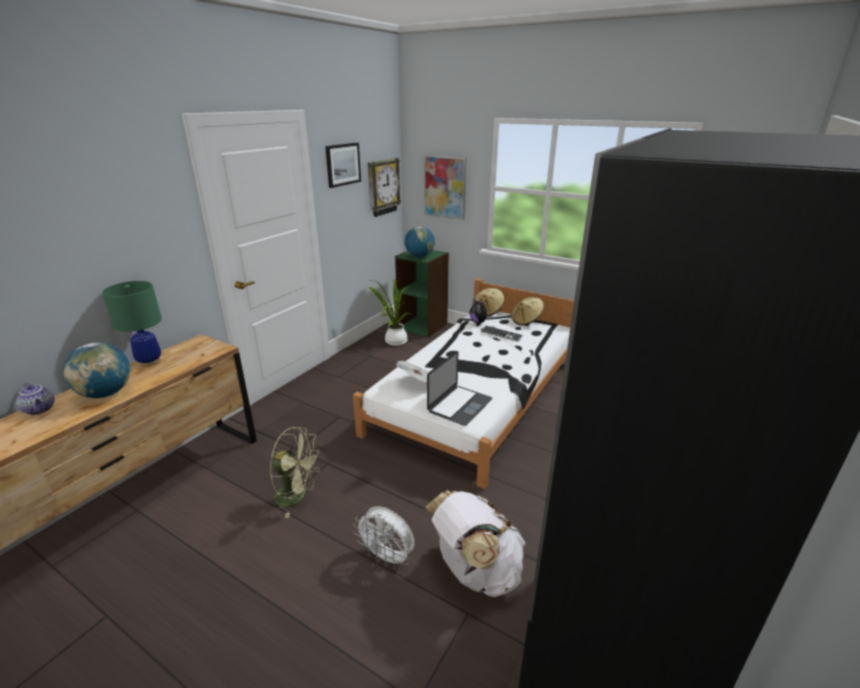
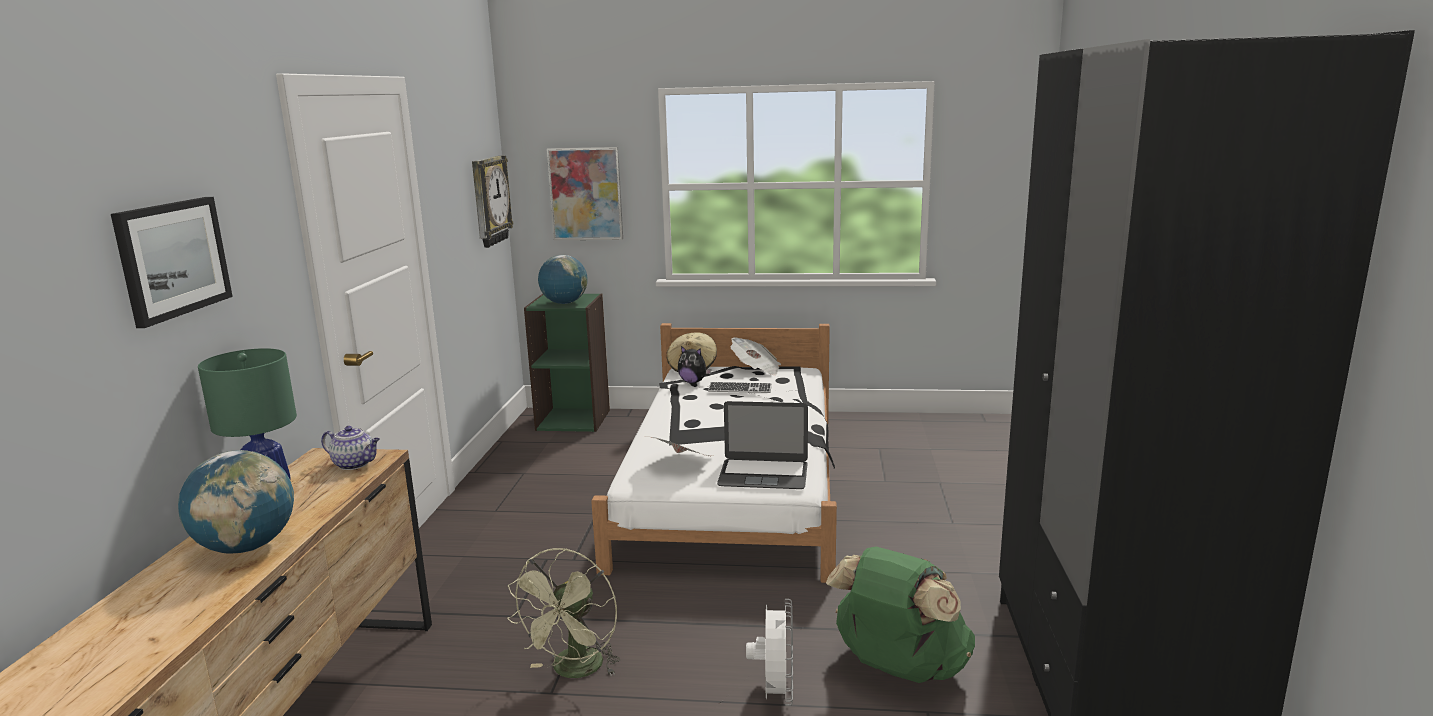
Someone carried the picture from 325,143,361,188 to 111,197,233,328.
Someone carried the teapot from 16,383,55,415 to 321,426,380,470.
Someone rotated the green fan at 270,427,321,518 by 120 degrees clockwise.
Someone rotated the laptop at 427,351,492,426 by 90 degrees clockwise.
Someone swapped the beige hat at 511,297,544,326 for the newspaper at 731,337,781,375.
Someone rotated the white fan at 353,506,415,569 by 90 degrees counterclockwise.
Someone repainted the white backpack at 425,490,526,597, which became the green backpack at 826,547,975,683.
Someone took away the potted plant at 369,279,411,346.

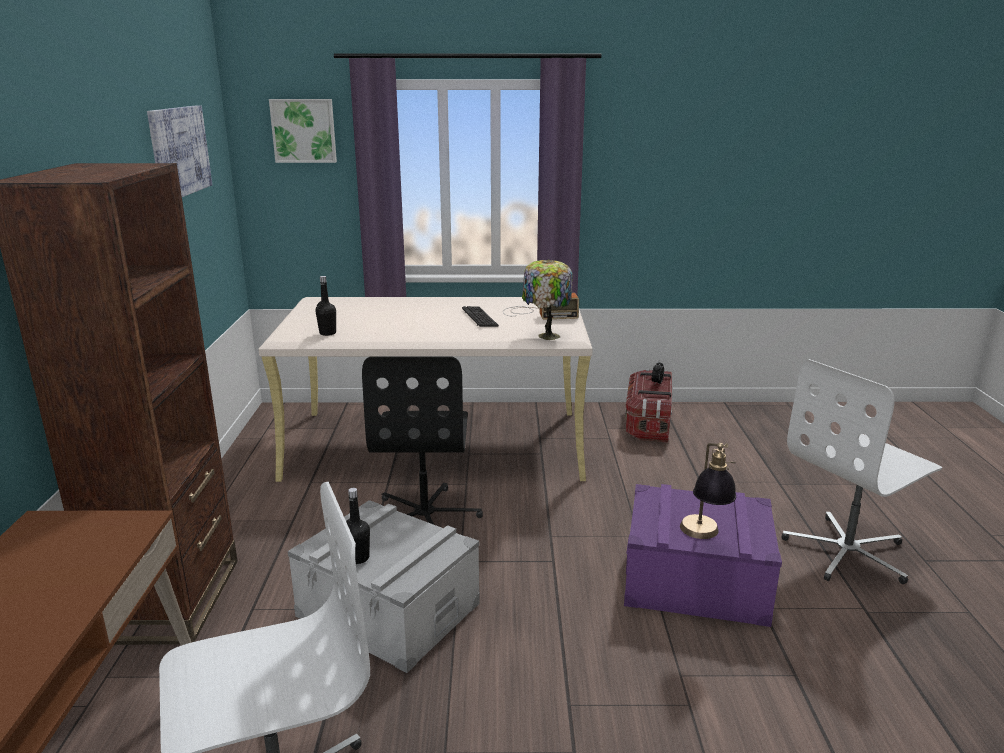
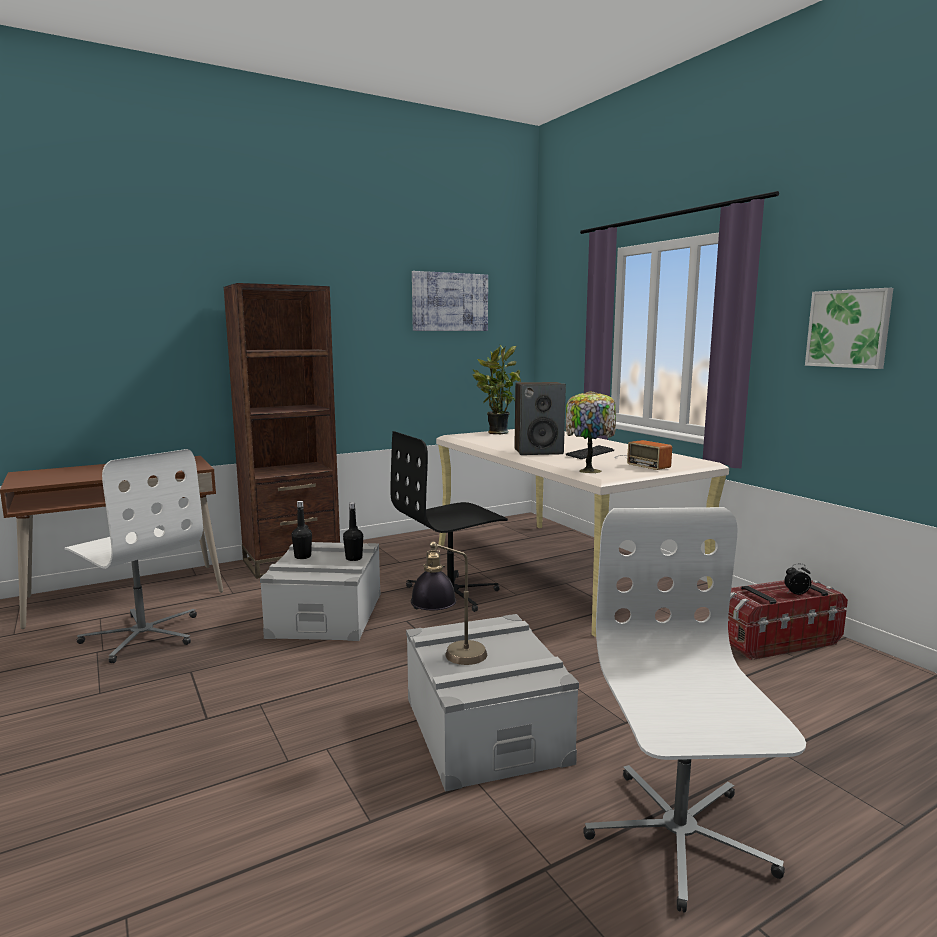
Someone carried the black bottle from 316,276,336,336 to 343,502,363,561.
Someone repainted the purple storage box at 624,484,782,627, which became the grey storage box at 406,614,579,792.
Someone put down the potted plant at 472,345,521,434.
Someone put down the speaker at 515,382,566,455.
Someone rotated the white office chair at 782,359,942,584 by 60 degrees clockwise.
Someone carried the picture from 269,99,337,163 to 805,288,893,369.

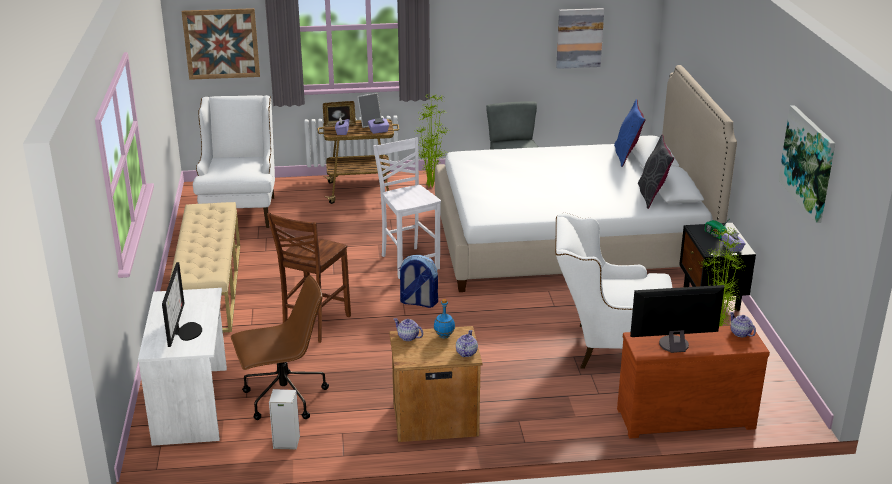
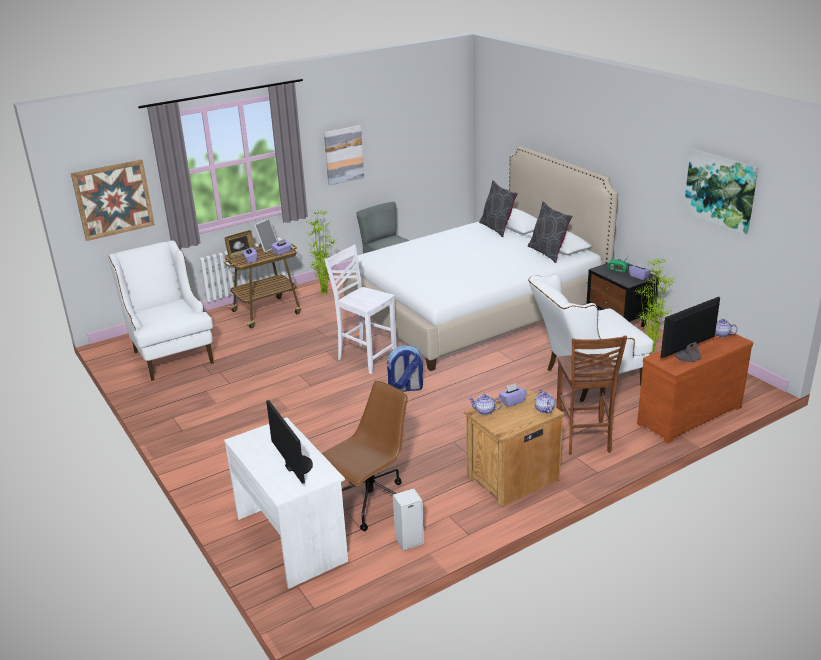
Someone carried the picture from 556,8,604,69 to 324,125,364,186.
Someone repainted the blue pillow at 614,99,646,167, which became the grey pillow at 479,180,518,237.
Someone swapped the blue bottle at 434,299,455,339 for the purple tissue box at 499,383,527,407.
Someone carried the brown chair from 267,213,351,343 to 557,336,627,455.
Someone took away the beige bench at 169,202,240,333.

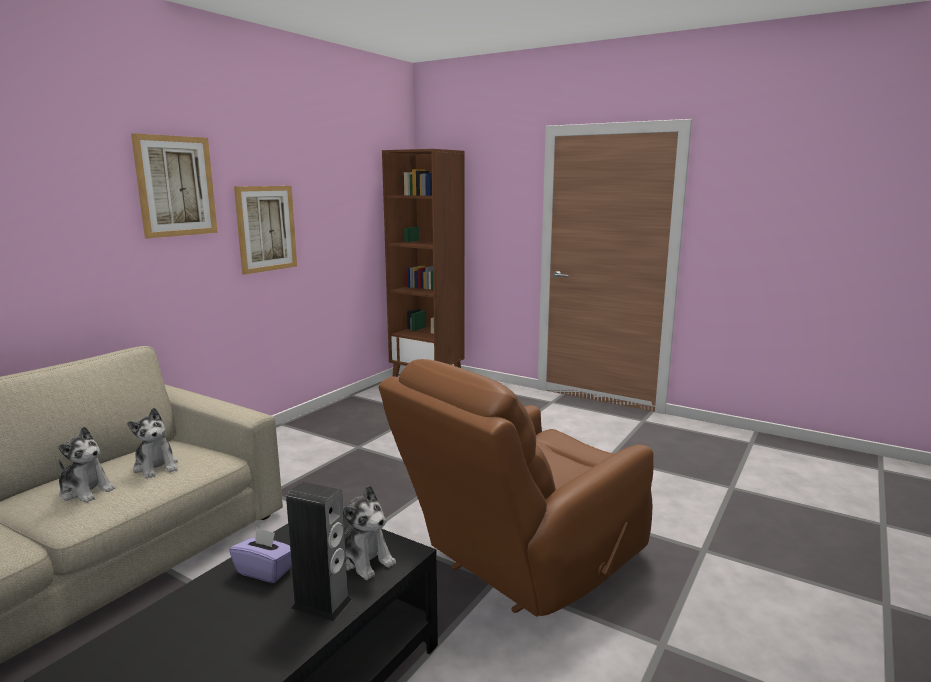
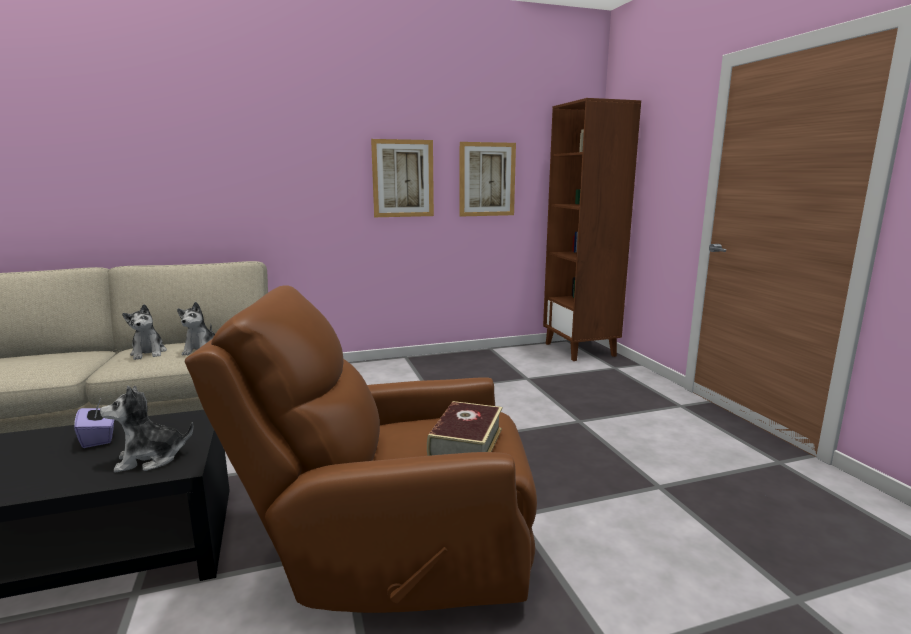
Someone rotated the plush toy at 343,485,396,580 by 75 degrees clockwise.
Someone put down the book at 427,401,502,456.
Someone carried the picture from 131,133,218,239 to 459,142,516,217.
Someone took away the speaker at 286,482,352,621.

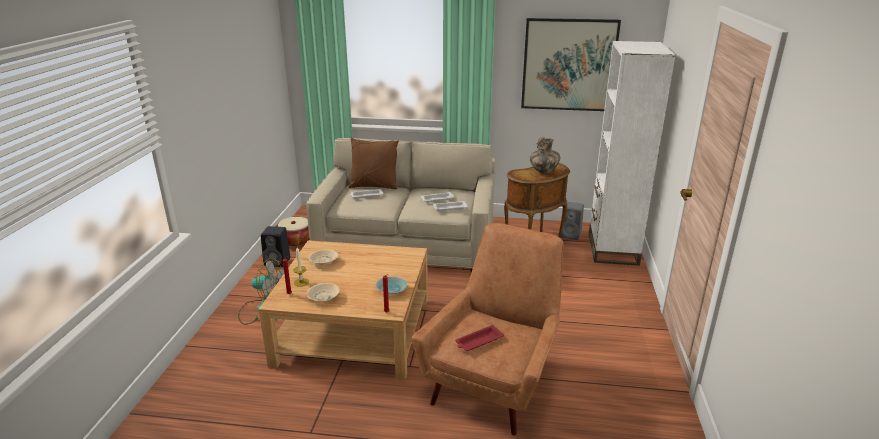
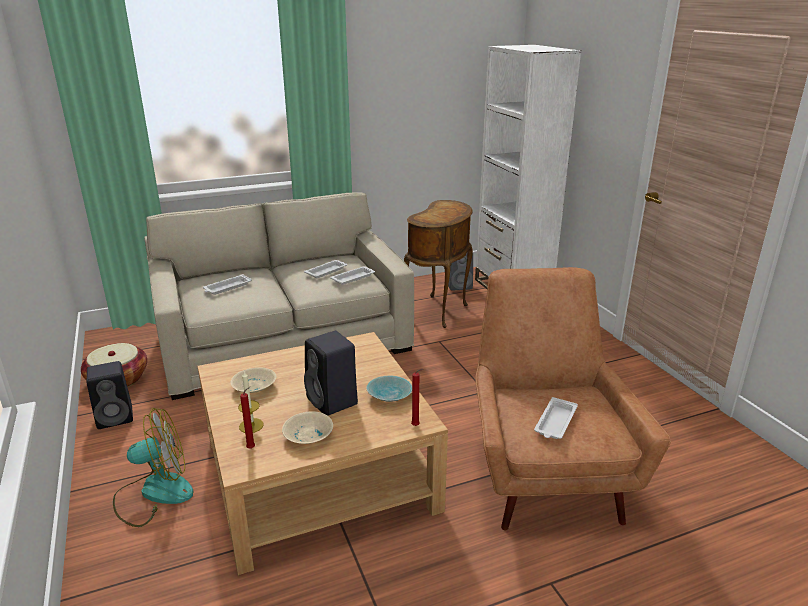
Someone put down the black speaker at 304,331,358,416.
Someone repainted the red tray at 455,325,504,351, which became the white tray at 534,397,578,439.
Someone took away the brown pillow at 348,138,399,189.
Someone took away the picture at 521,18,621,111.
Someone took away the vase at 530,137,560,174.

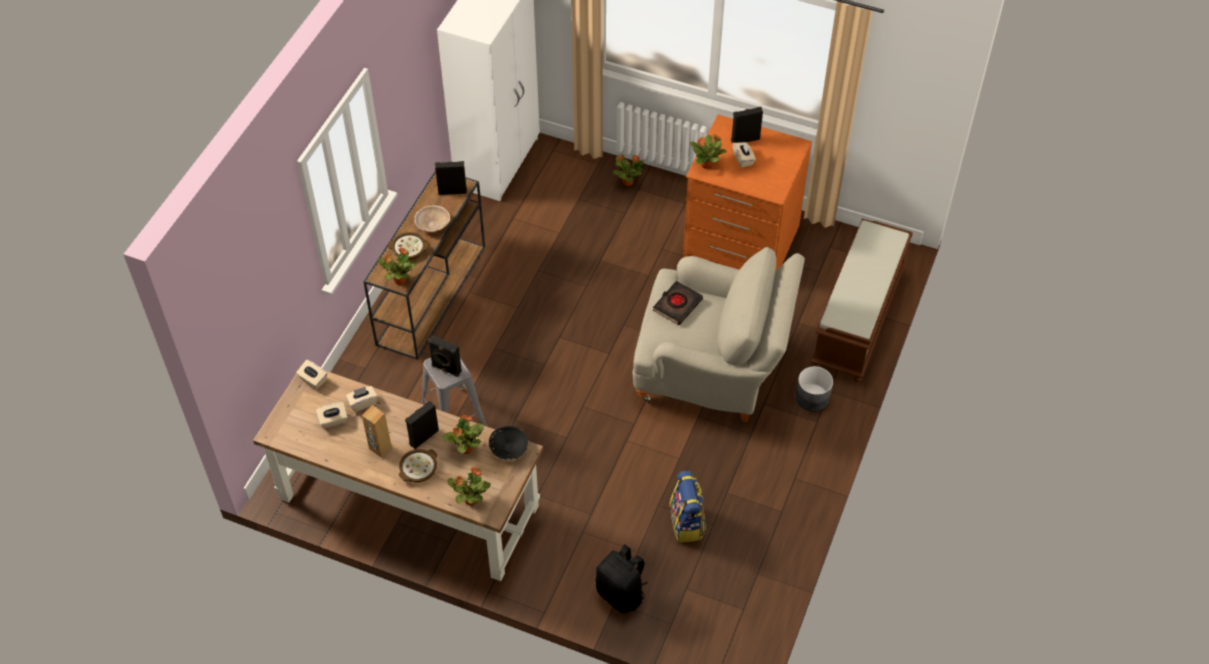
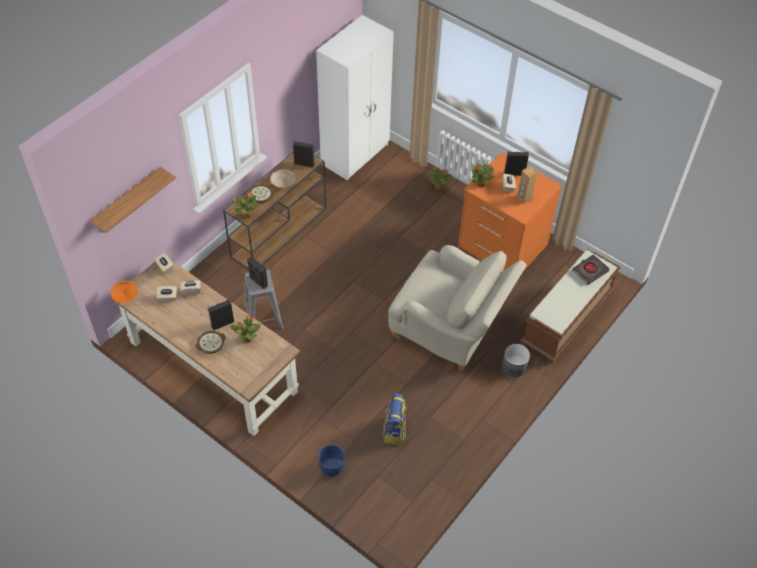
Someone put up the shelf at 90,167,176,233.
Someone put down the orange bowl at 111,281,138,303.
Someone swapped the black backpack at 596,544,648,613 for the blue planter at 318,445,345,477.
Someone carried the brown speaker from 362,405,392,458 to 517,166,537,204.
Someone carried the black book from 653,281,703,325 to 572,254,610,285.
Someone took away the potted plant at 447,467,491,506.
Someone took away the black bowl at 489,426,528,460.

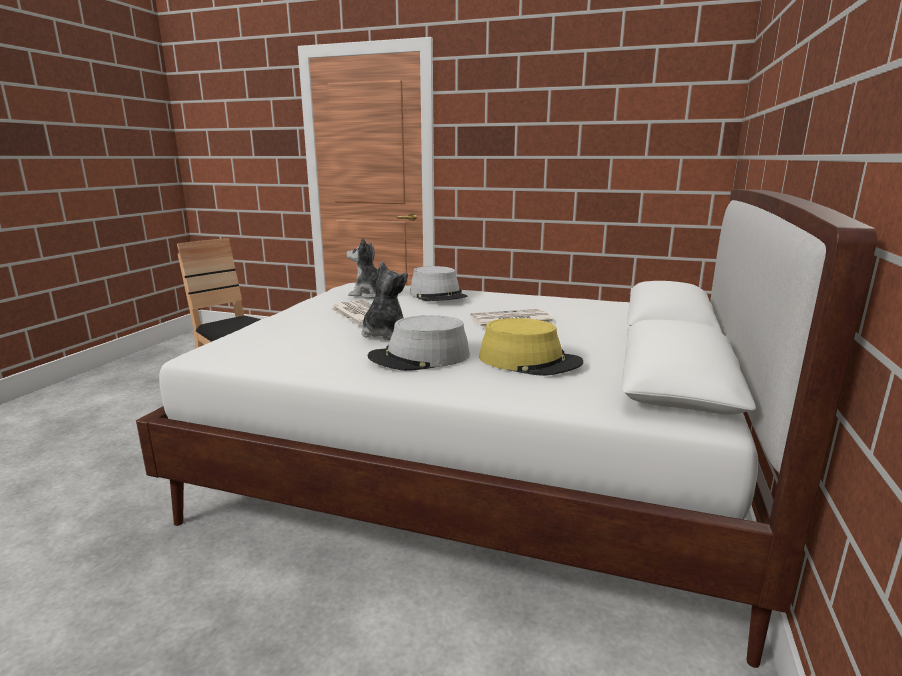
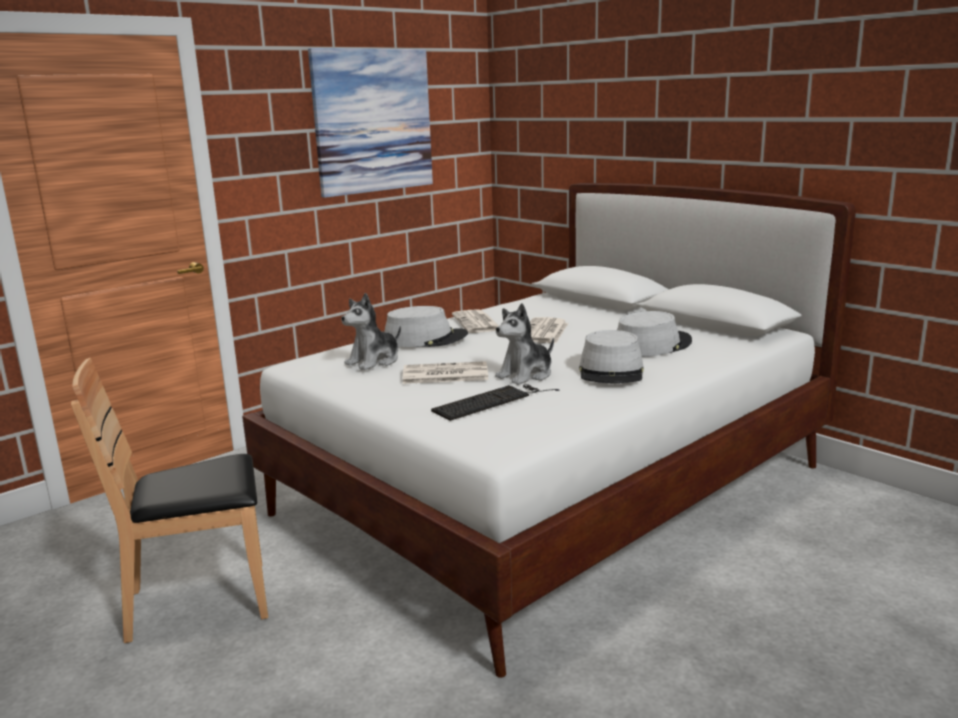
Someone put up the picture at 308,48,433,198.
Someone put down the keyboard at 431,384,559,421.
Someone put down the newspaper at 452,309,499,333.
Someone rotated the plush toy at 361,261,408,340 by 90 degrees counterclockwise.
Someone repainted the yellow hat at 479,318,584,376, which became the grey hat at 617,311,692,357.

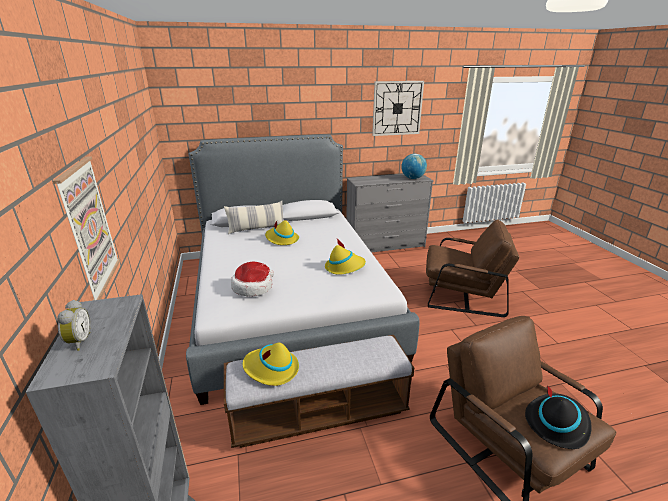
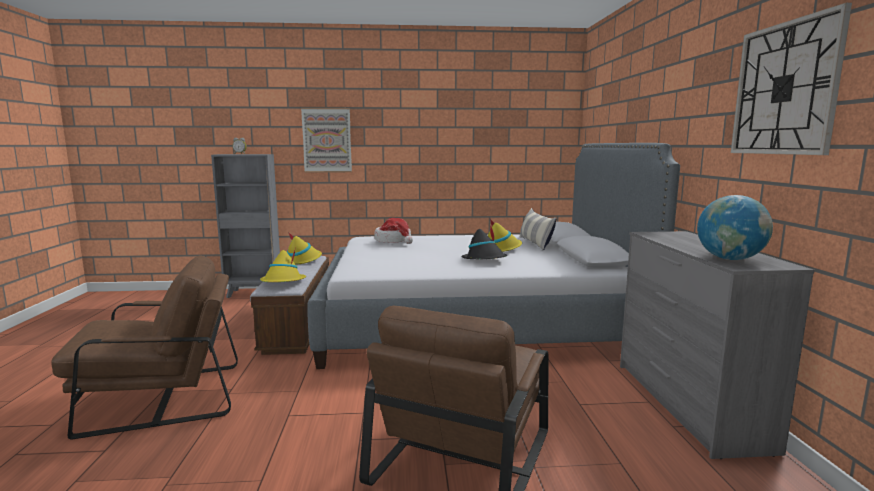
Someone carried the yellow hat from 325,239,366,275 to 260,247,306,282.
Someone carried the black hat from 525,385,592,449 to 461,224,507,259.

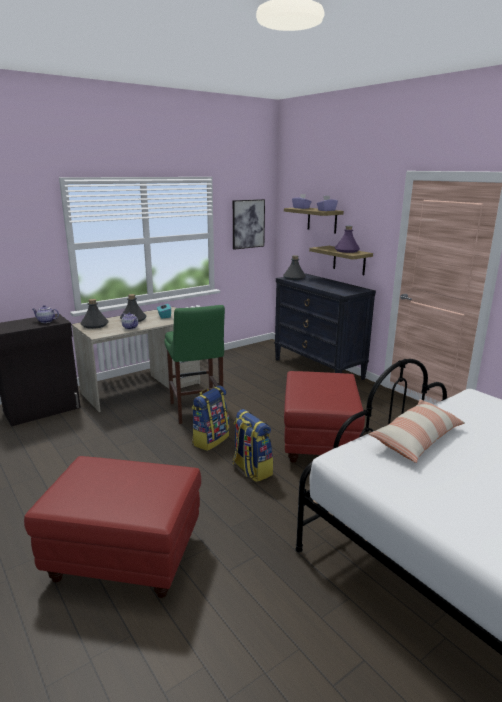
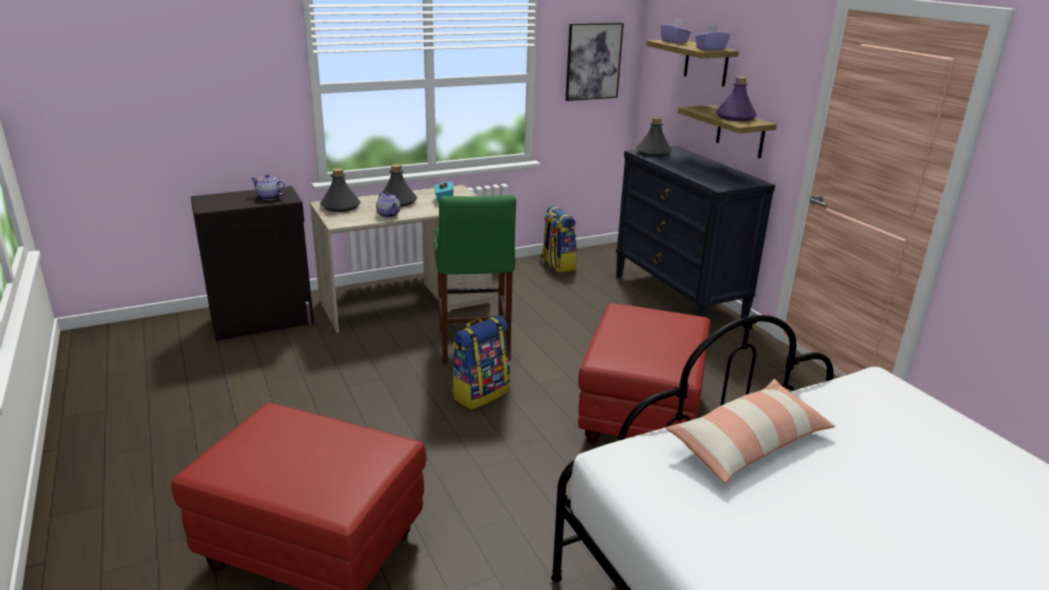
Someone carried the backpack from 232,409,273,482 to 540,206,577,272.

